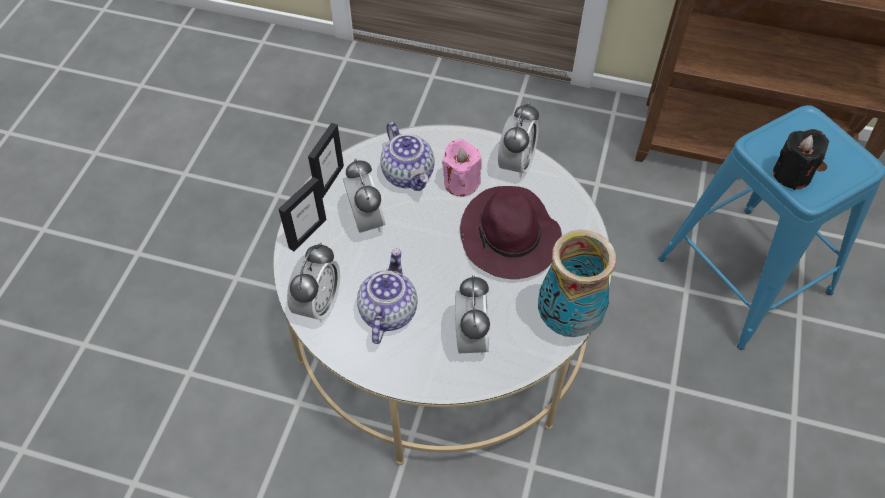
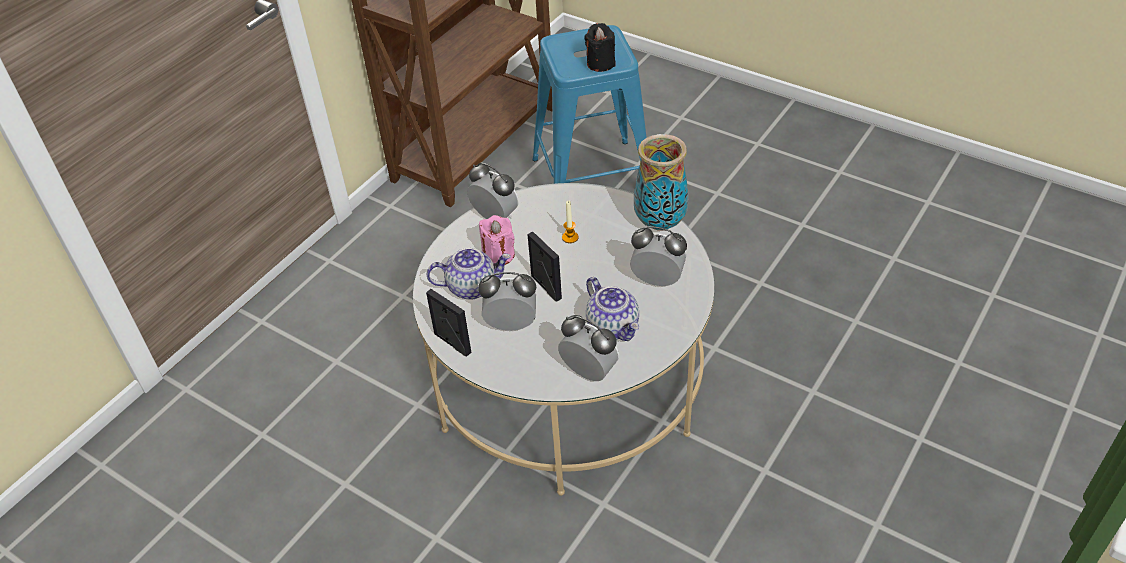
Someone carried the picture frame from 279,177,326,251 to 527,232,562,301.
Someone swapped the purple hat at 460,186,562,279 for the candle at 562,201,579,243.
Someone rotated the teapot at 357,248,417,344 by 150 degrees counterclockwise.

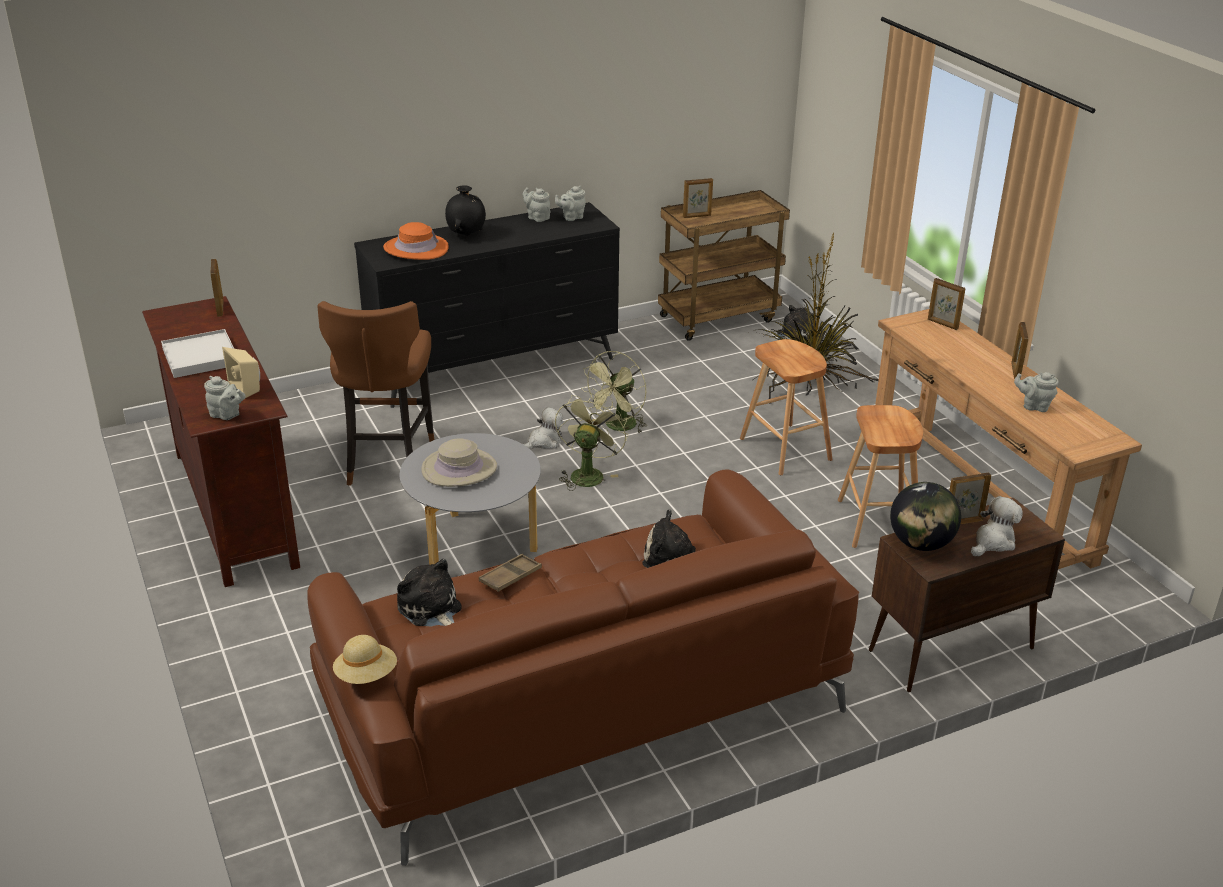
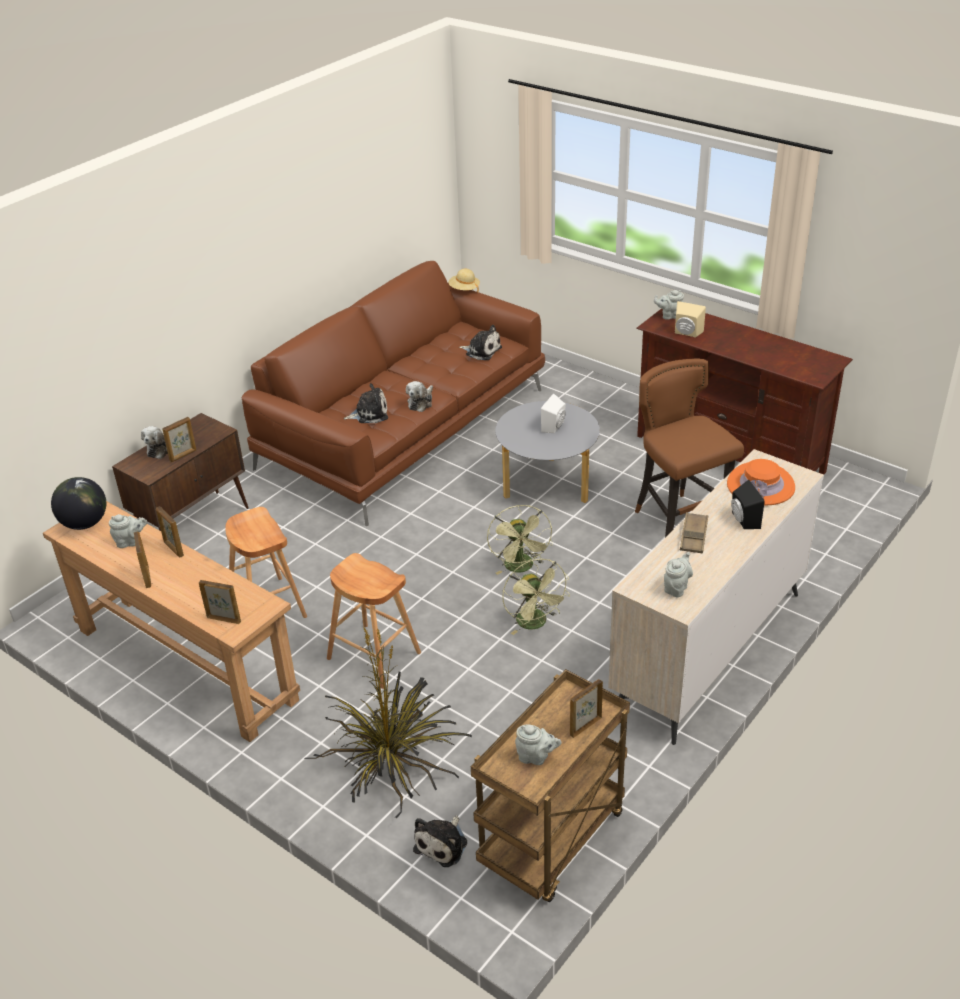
Someone carried the globe from 890,482,961,551 to 51,477,106,530.
Someone carried the picture frame from 210,259,223,317 to 156,506,184,558.
Someone carried the plush toy from 521,407,563,450 to 406,381,433,412.
Someone rotated the green fan at 581,351,647,433 by 150 degrees clockwise.
Someone carried the grey teapot from 522,187,551,222 to 515,724,562,765.
Someone swapped the beige hat at 421,438,497,487 for the white speaker at 541,393,566,433.
Someone repainted the black dresser at 354,202,620,408, which became the beige dresser at 608,449,824,745.
Someone carried the brown tray from 479,554,542,592 to 680,512,708,553.
Someone swapped the black vase at 445,186,486,236 for the black speaker at 731,480,765,529.
Someone took away the white tray at 161,329,234,378.

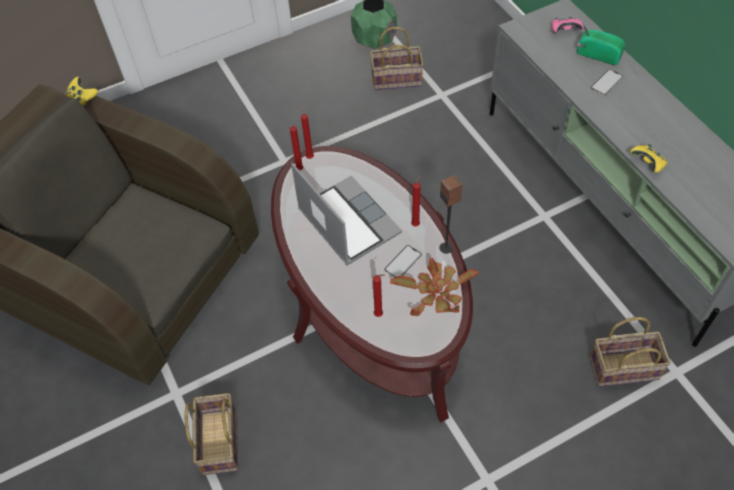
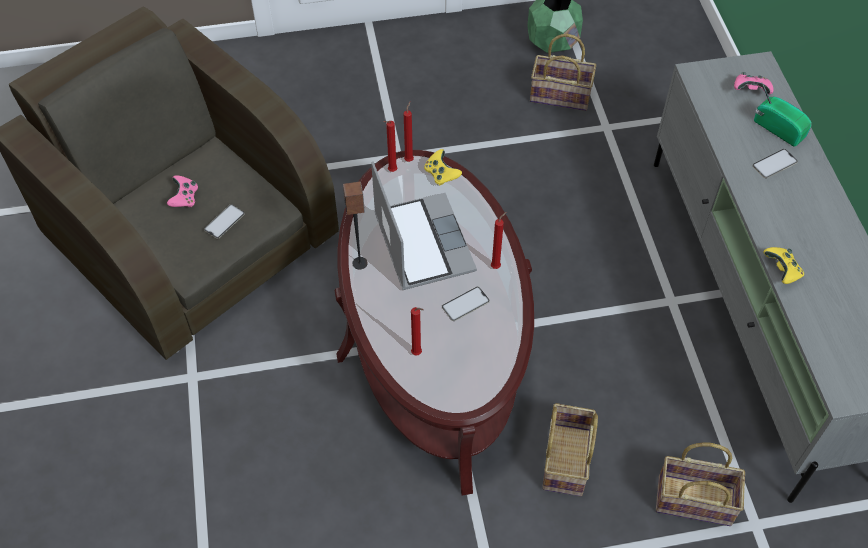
Someone put down the pink game controller at 167,175,198,207.
Someone put down the phone at 204,204,245,239.
Someone carried the speaker from 440,175,463,254 to 343,182,368,269.
Someone carried the yellow game controller from 66,77,98,106 to 424,149,462,186.
Someone carried the basket from 184,393,238,475 to 542,403,598,497.
Someone took away the potted plant at 390,258,479,316.

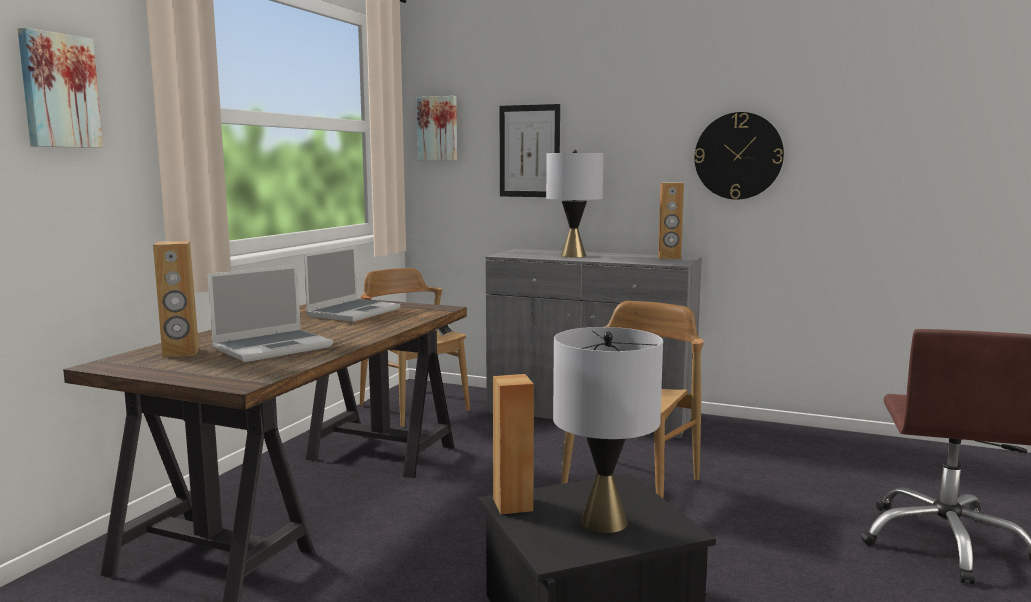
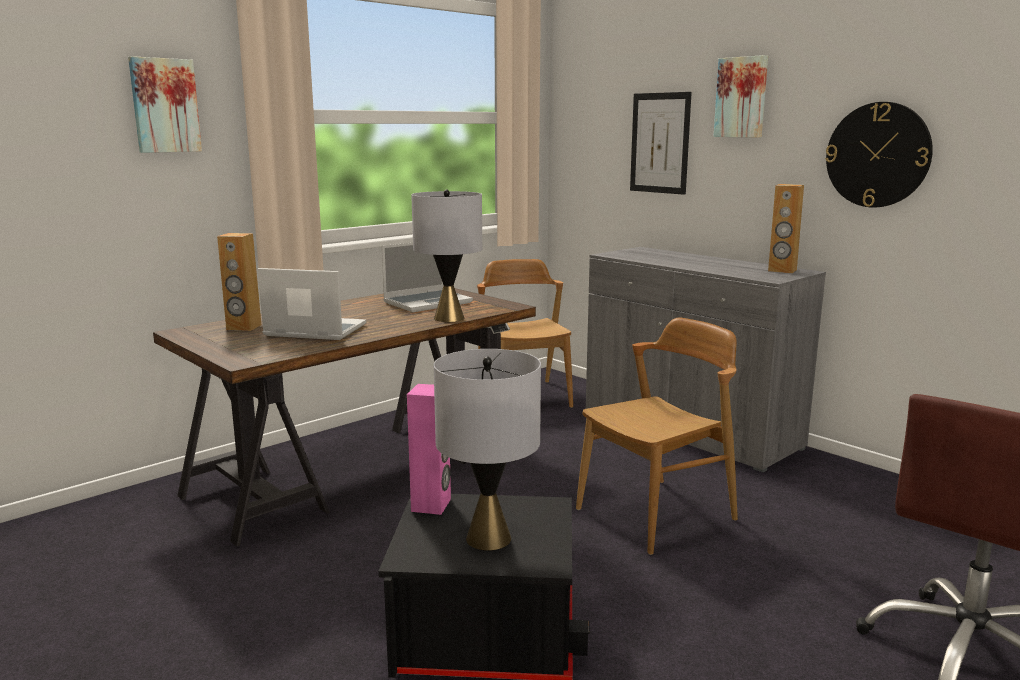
Someone rotated the laptop at 208,265,333,362 by 150 degrees counterclockwise.
Someone repainted the brown speaker at 493,374,534,515, which became the pink speaker at 407,384,451,515.
Someone carried the grey table lamp from 546,150,603,258 to 411,190,482,322.
Someone carried the picture from 417,96,457,160 to 714,55,768,138.

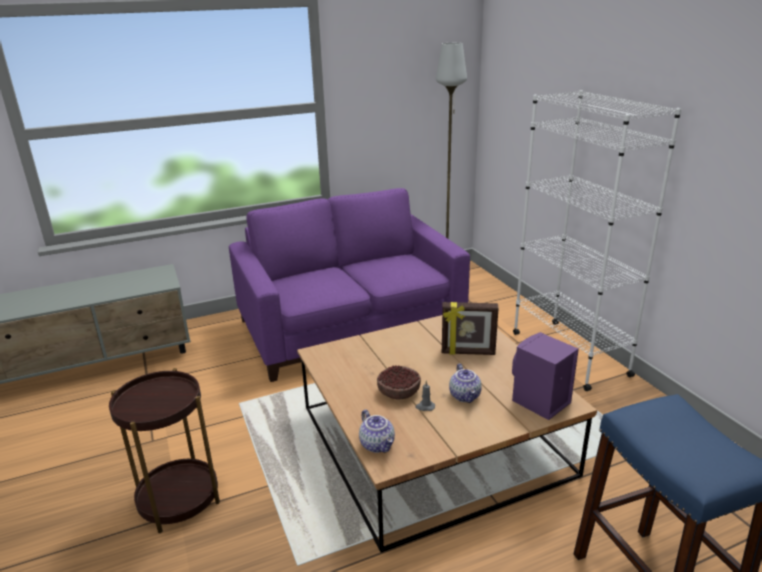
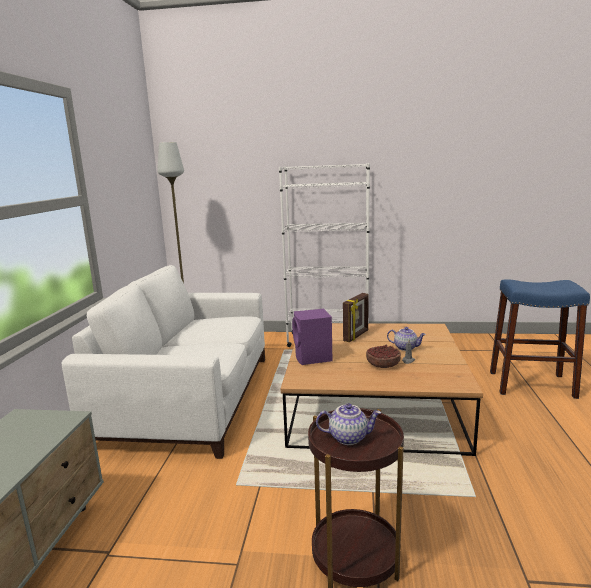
Someone repainted the purple sofa at 229,188,470,382, which became the white sofa at 62,265,265,459.
Someone carried the purple speaker from 512,332,579,420 to 292,309,332,365.
Someone carried the teapot from 359,409,395,453 to 316,403,381,445.

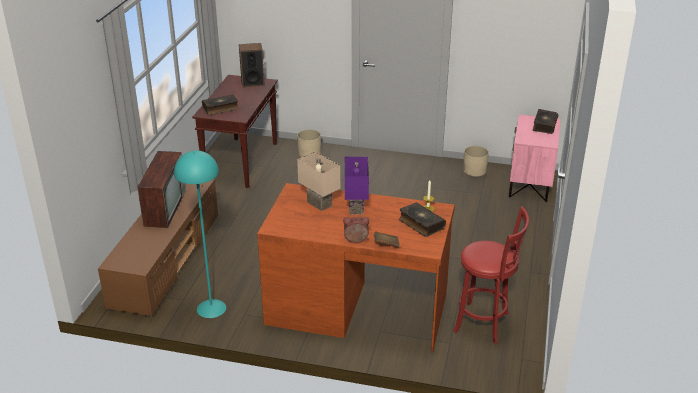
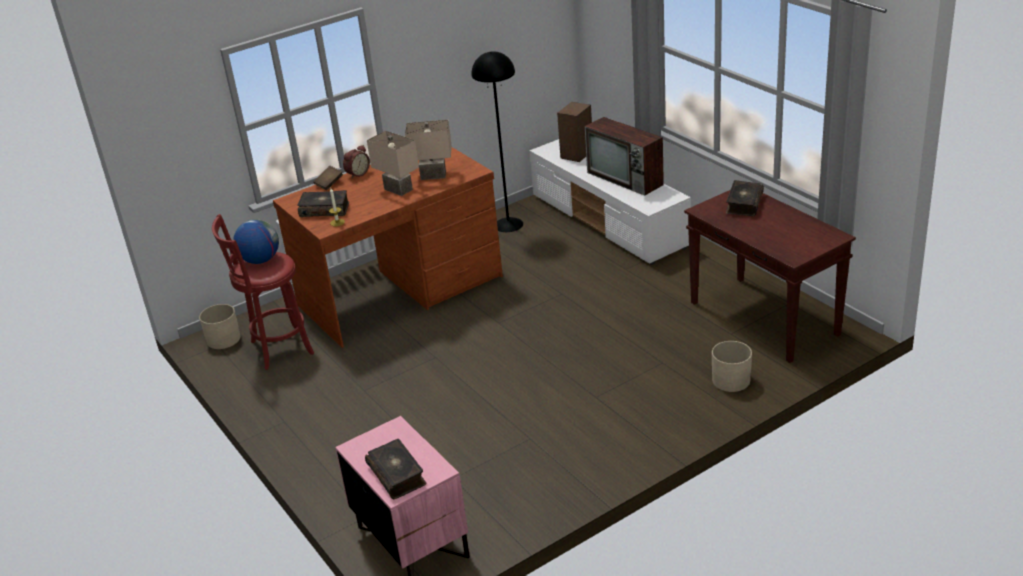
Someone carried the beige planter from 463,146,489,176 to 199,304,240,349.
Someone put down the globe at 233,219,279,264.
Someone repainted the purple table lamp at 345,156,369,215, which became the beige table lamp at 367,131,419,196.
Someone repainted the turquoise floor lamp at 174,150,226,318, which became the black floor lamp at 471,51,523,232.
Someone repainted the brown tv stand at 98,179,218,317, which became the white tv stand at 529,139,691,265.
Someone carried the speaker from 239,43,265,87 to 557,102,592,162.

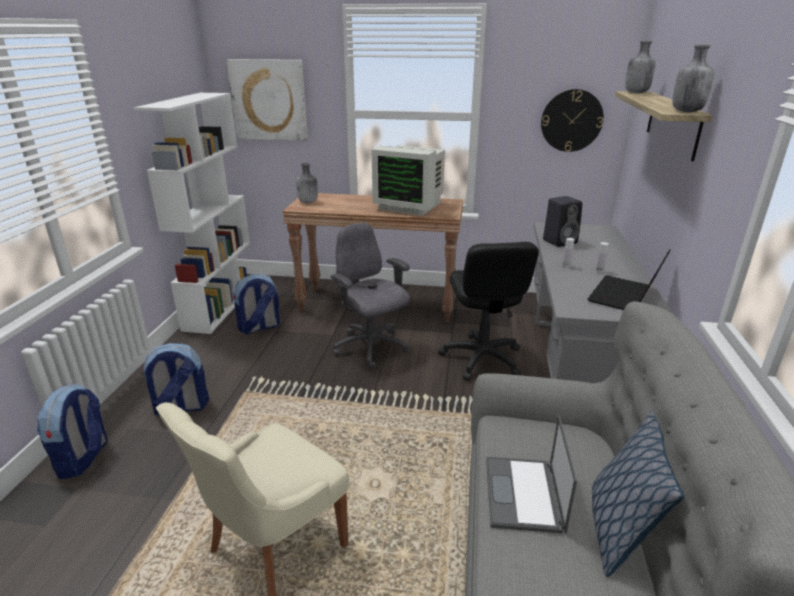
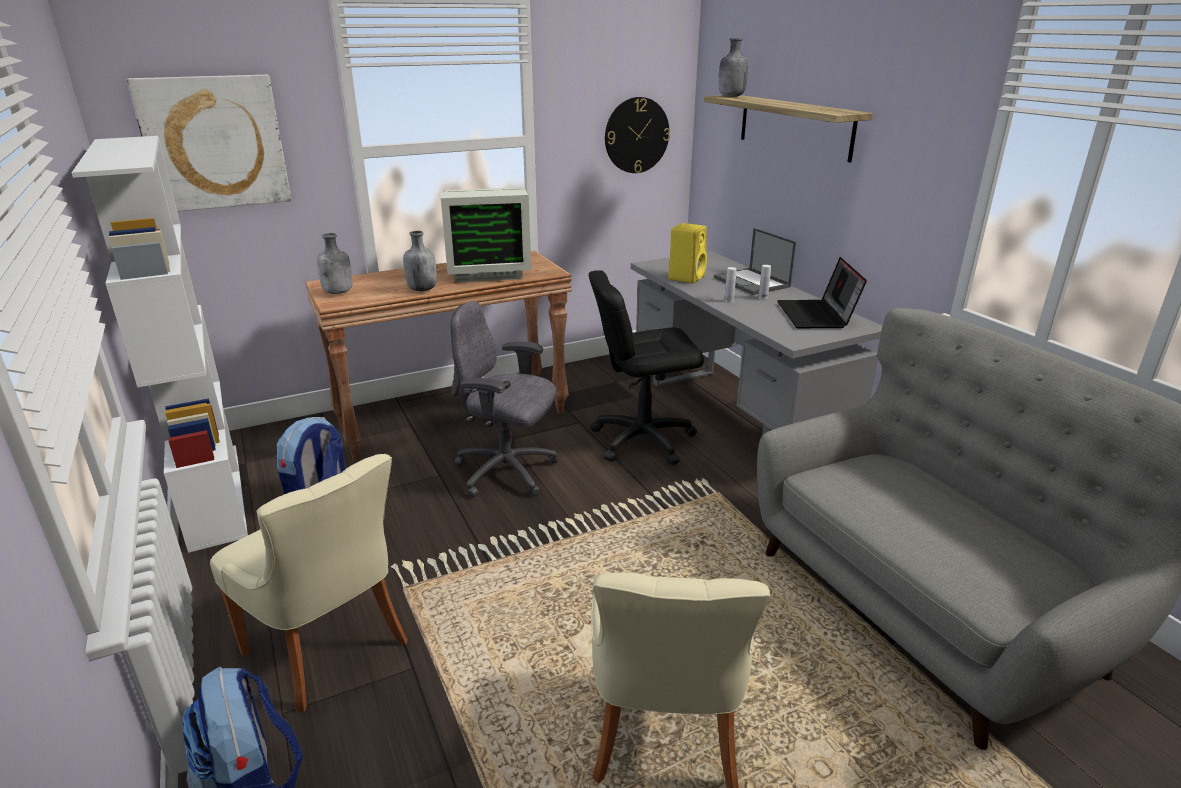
Someone swapped the backpack at 141,343,209,416 for the beige chair at 210,454,408,712.
Someone carried the grey bottle from 672,45,714,112 to 403,231,437,291.
Someone rotated the black office chair at 438,242,539,381 by 120 degrees clockwise.
Someone repainted the black speaker at 543,196,582,247, which became the yellow speaker at 668,223,707,283.
Someone carried the laptop from 486,416,577,534 to 714,228,796,295.
Someone took away the pillow at 592,410,684,577.

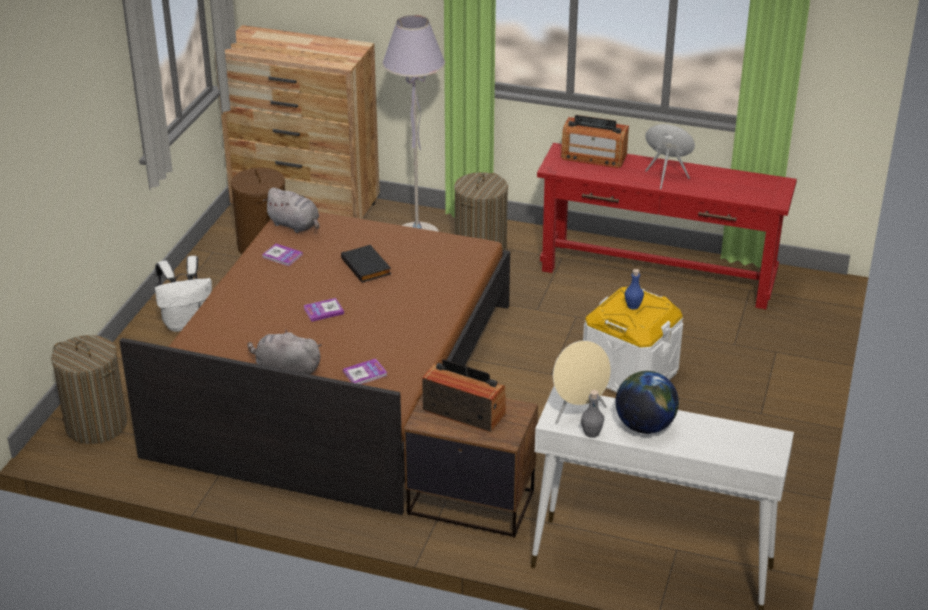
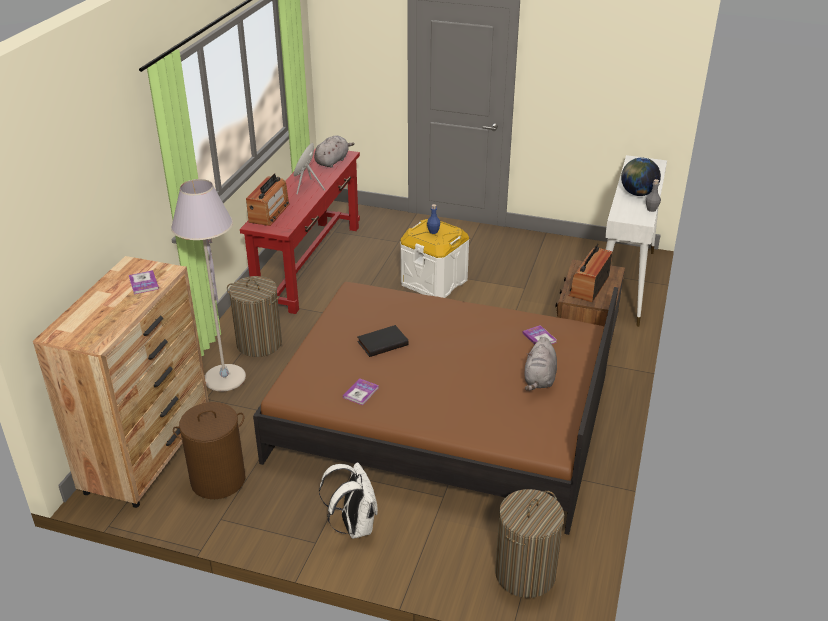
Someone carried the book from 303,298,344,322 to 129,270,159,294.
Someone carried the grey plush toy from 263,187,320,233 to 314,135,354,168.
Someone took away the beige speaker at 553,340,611,424.

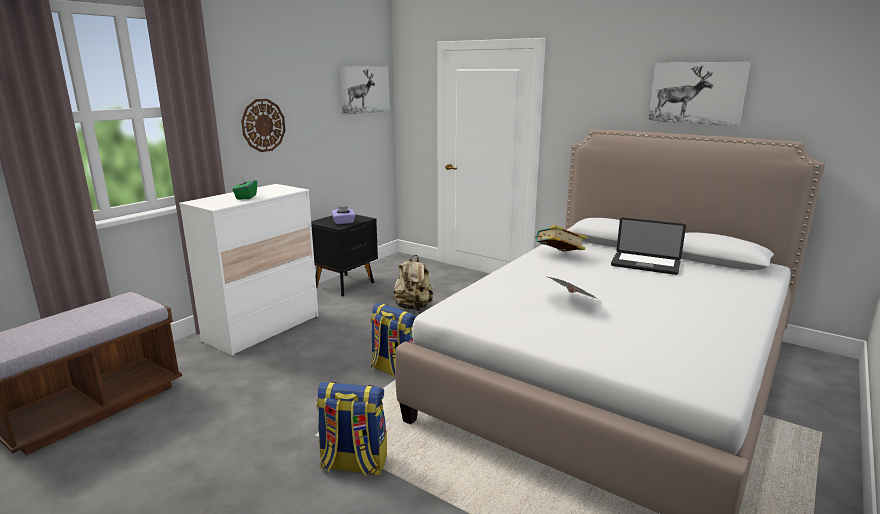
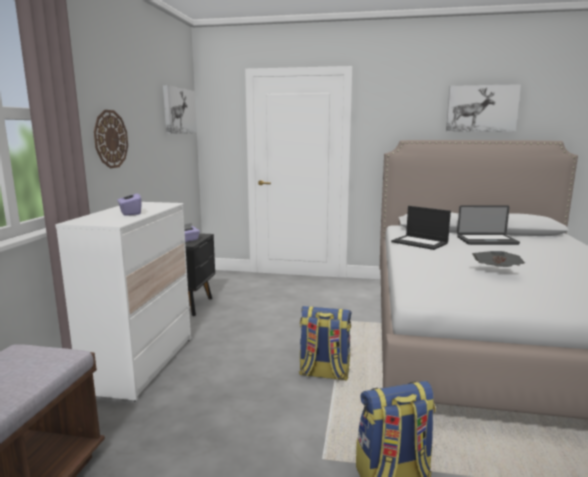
Someone repainted the green tissue box at 232,175,257,199, which became the purple tissue box at 117,188,141,216.
Someone swapped the book at 534,225,588,251 for the laptop at 391,206,451,250.
Someone took away the beige backpack at 392,255,433,311.

